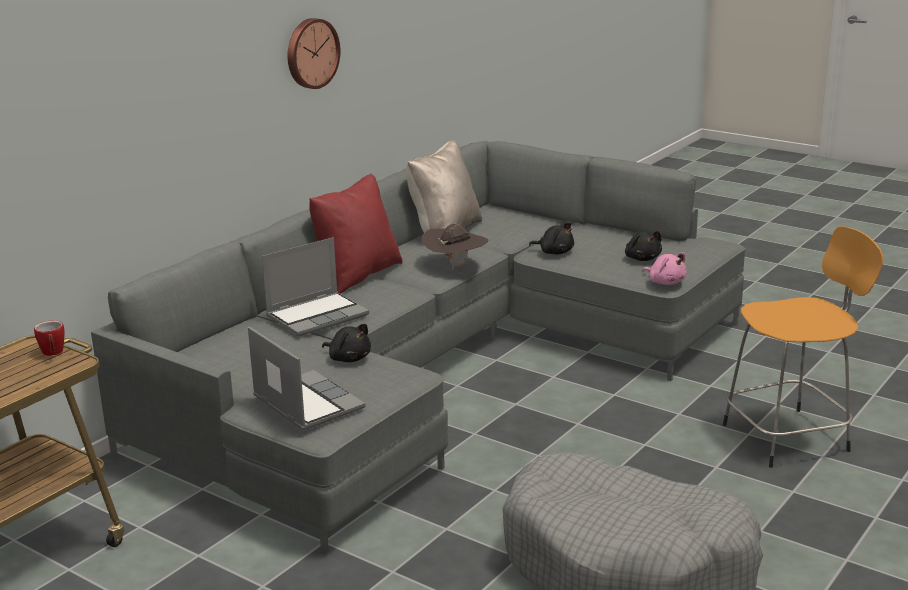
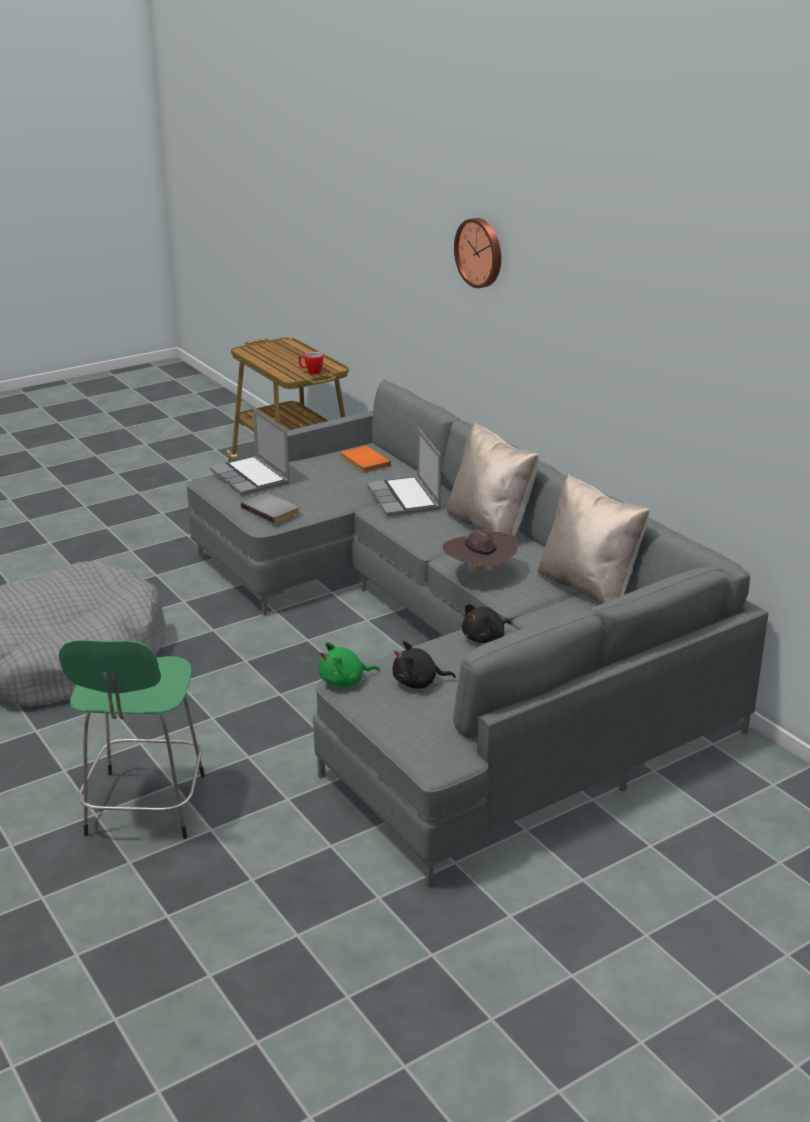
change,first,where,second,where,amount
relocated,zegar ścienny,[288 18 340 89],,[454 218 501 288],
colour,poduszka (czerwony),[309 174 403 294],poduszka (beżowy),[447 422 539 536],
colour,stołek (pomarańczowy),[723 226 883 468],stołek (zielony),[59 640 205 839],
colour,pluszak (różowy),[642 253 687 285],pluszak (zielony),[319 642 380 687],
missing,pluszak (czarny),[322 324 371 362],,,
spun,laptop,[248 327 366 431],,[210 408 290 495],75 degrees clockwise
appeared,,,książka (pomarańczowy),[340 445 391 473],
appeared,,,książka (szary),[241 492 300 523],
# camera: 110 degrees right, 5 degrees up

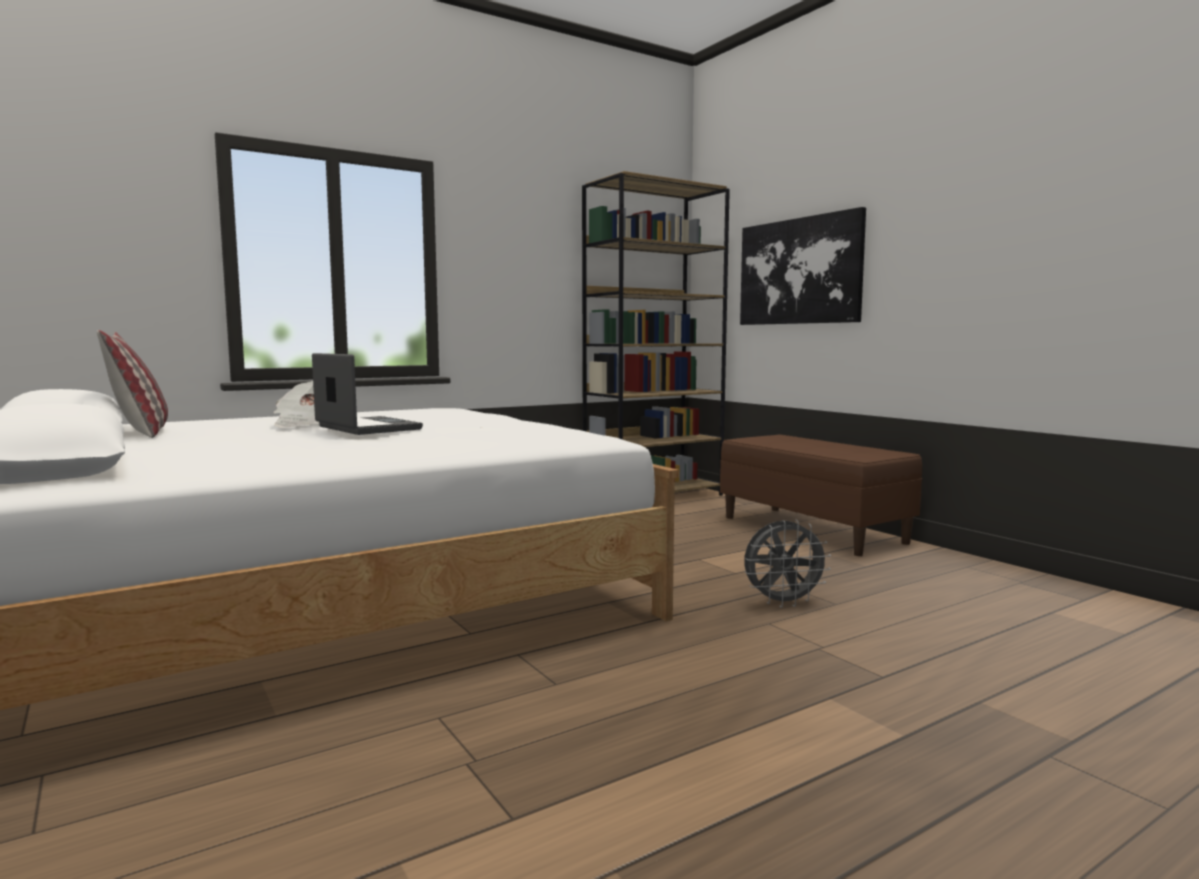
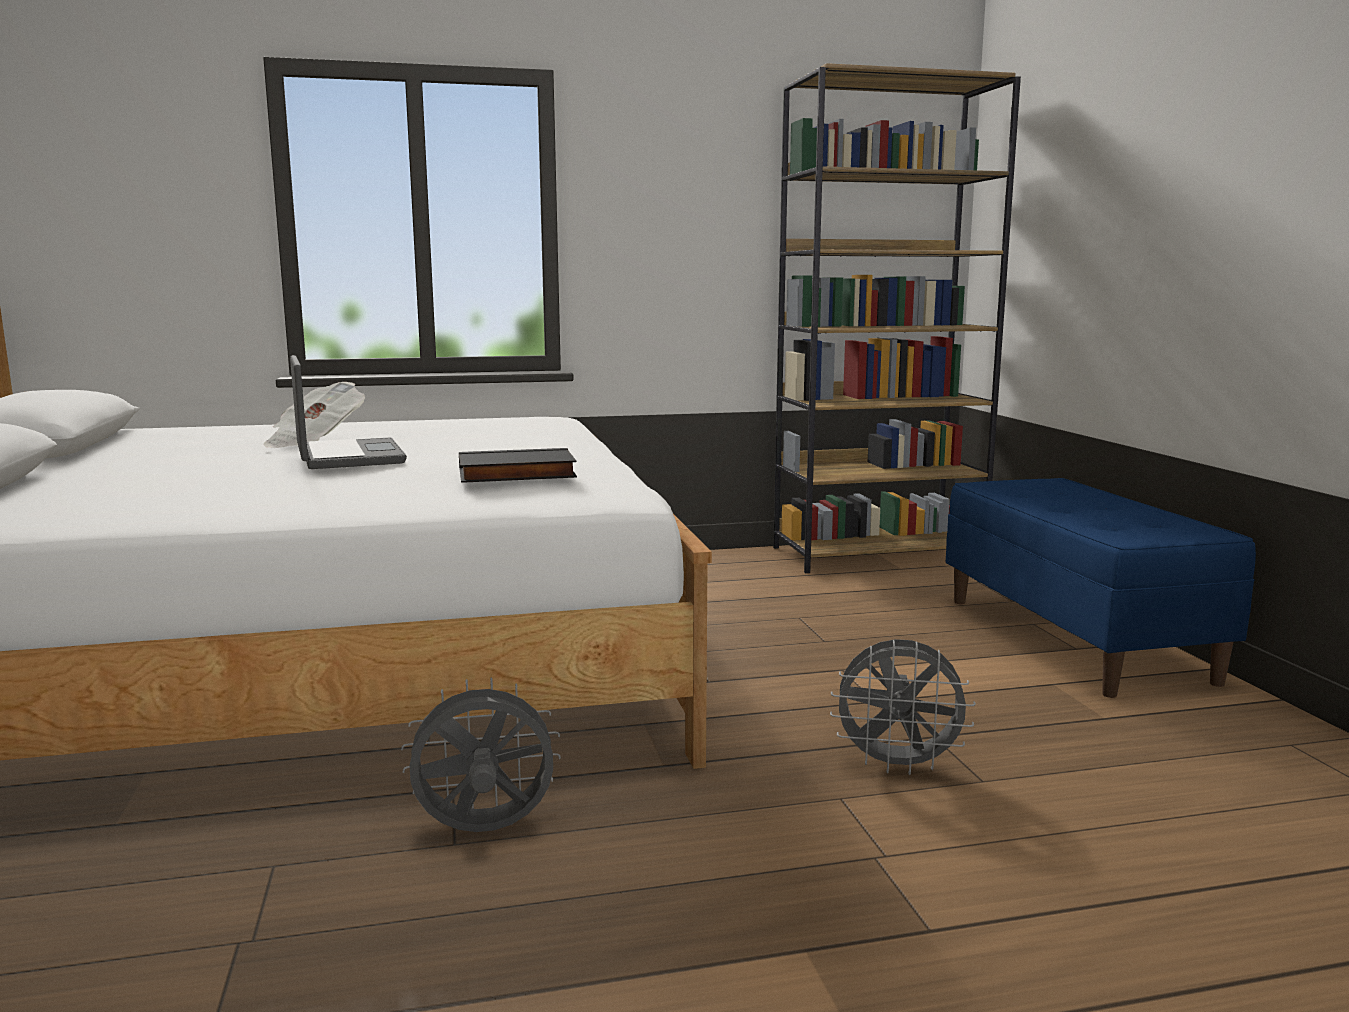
change,first,where,second,where,amount
missing,obraz,[740 207 866 325],,,
missing,poduszka,[97 330 168 438],,,
colour,ławka (brązowy),[720 434 922 556],ławka (niebieski),[946 478 1256 698],
appeared,,,książka (czarny),[459 448 577 483],
appeared,,,wentylator (szary),[401 678 561 832],
# camera: 20 degrees right, 5 degrees up

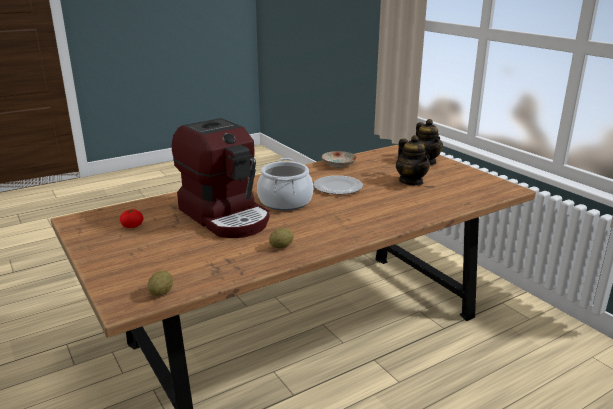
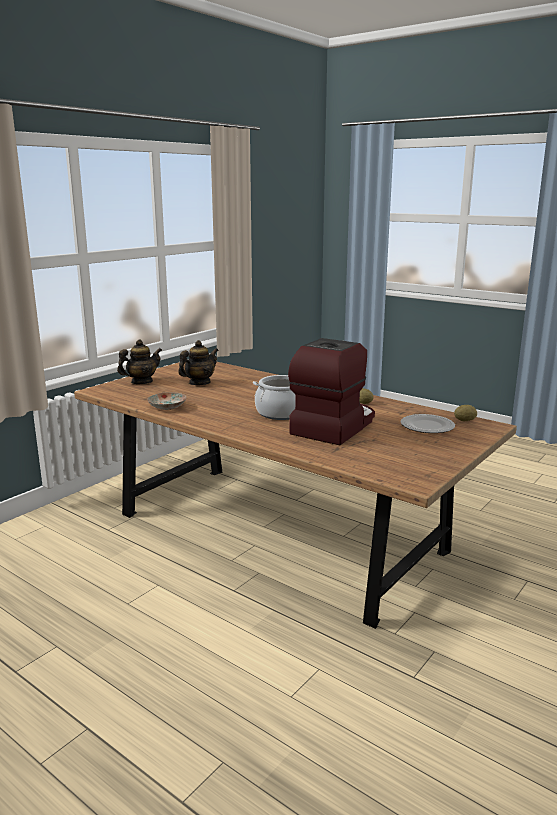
change,first,where,second,where,amount
relocated,talerz,[313 175 363 194],,[400 414 455 433],
missing,pomidor,[120 209 143 228],,,
# camera: 110 degrees left, 5 degrees down

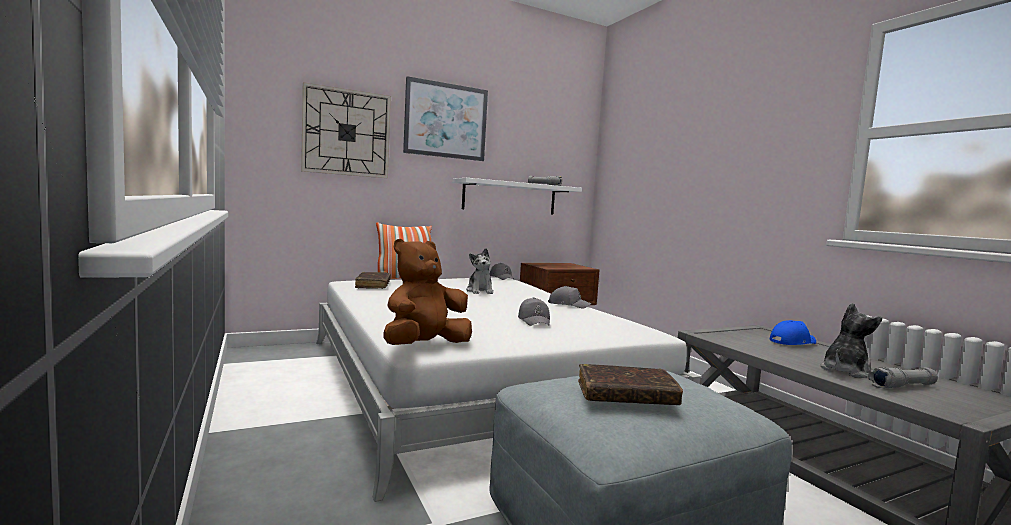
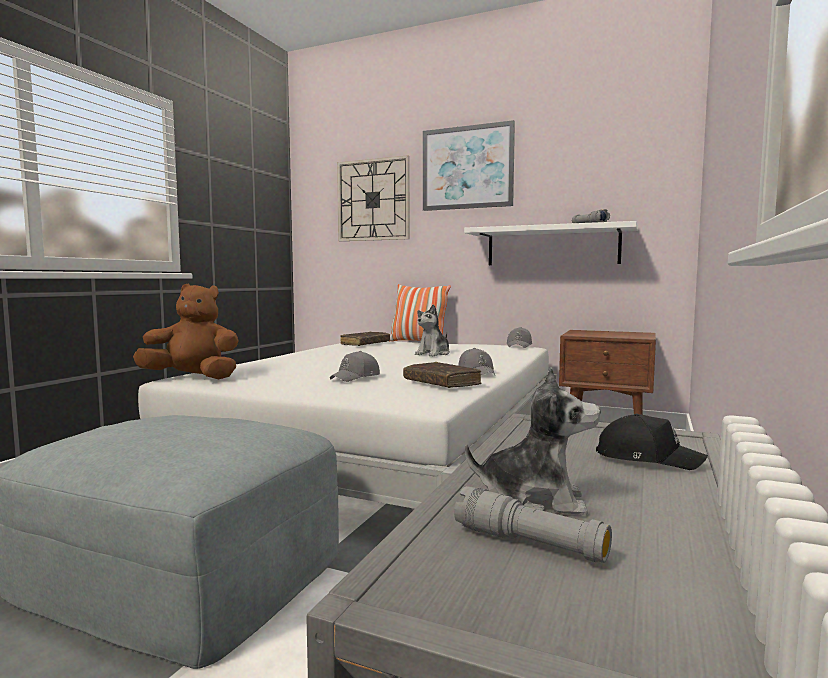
change,first,where,second,where,amount
colour,czapka z daszkiem (niebieski),[770 320 816 345],czapka z daszkiem (czarny),[596 414 708 470],
relocated,książka (brązowy),[578 364 683 405],,[403 362 481 388],
# camera: 50 degrees right, 0 degrees up

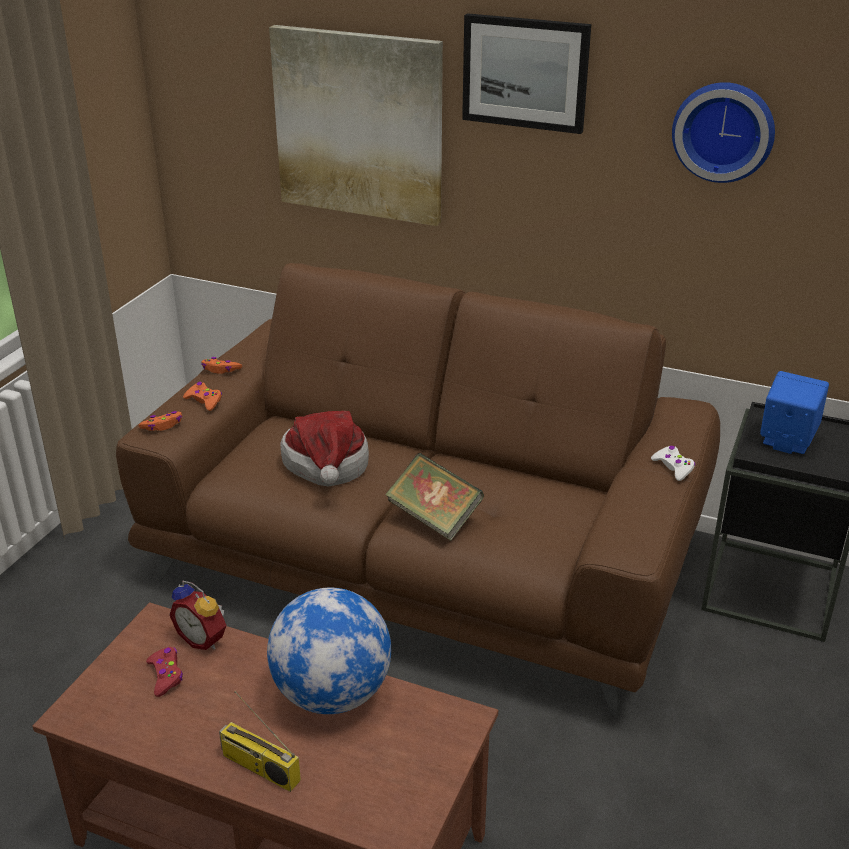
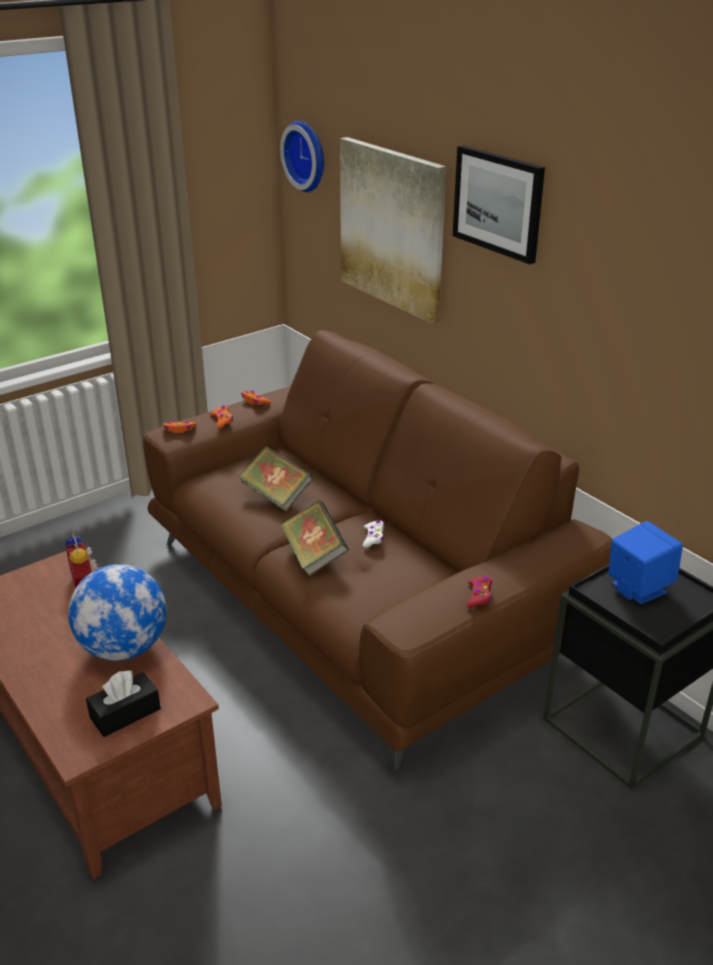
change,first,where,second,where,amount
relocated,zegar ścienny,[672 82 775 183],,[280 120 324 192],
exchanged,kapelusz,[280 411 369 487],książka,[239 446 313 511],
relocated,pad do gier (biały),[651 446 695 481],,[363 520 384 548],
relocated,pad do gier (czerwony),[146 647 183 697],,[466 576 492 608],
missing,radio,[219 691 301 792],,,
appeared,,,pudełko chusteczek (czarny),[86 671 161 737],
# camera: 30 degrees right, 0 degrees up

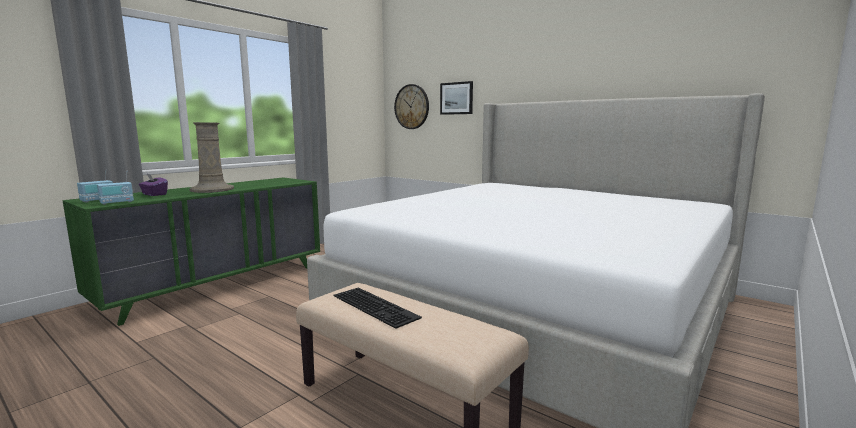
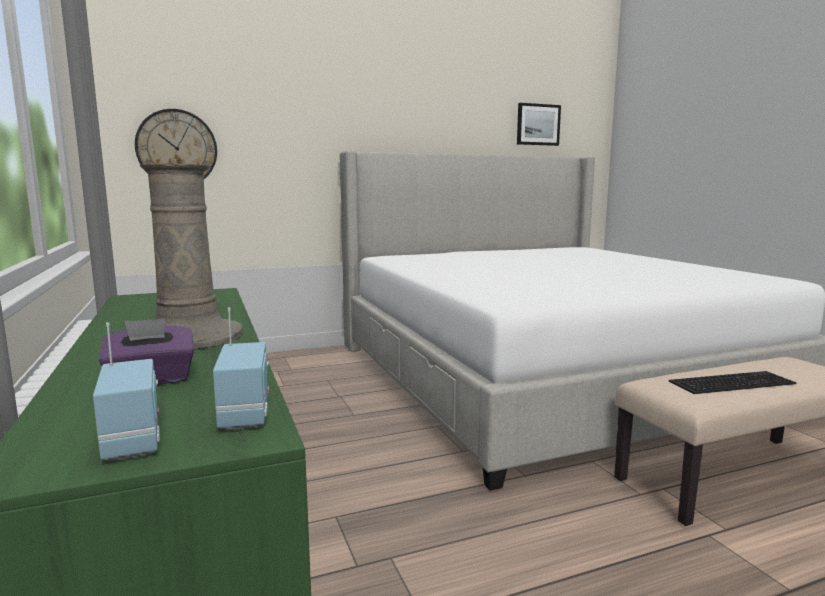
change,first,where,second,where,amount
relocated,obraz,[440 81 473 115],,[517 103 561 146],
# camera: 60 degrees left, 0 degrees up

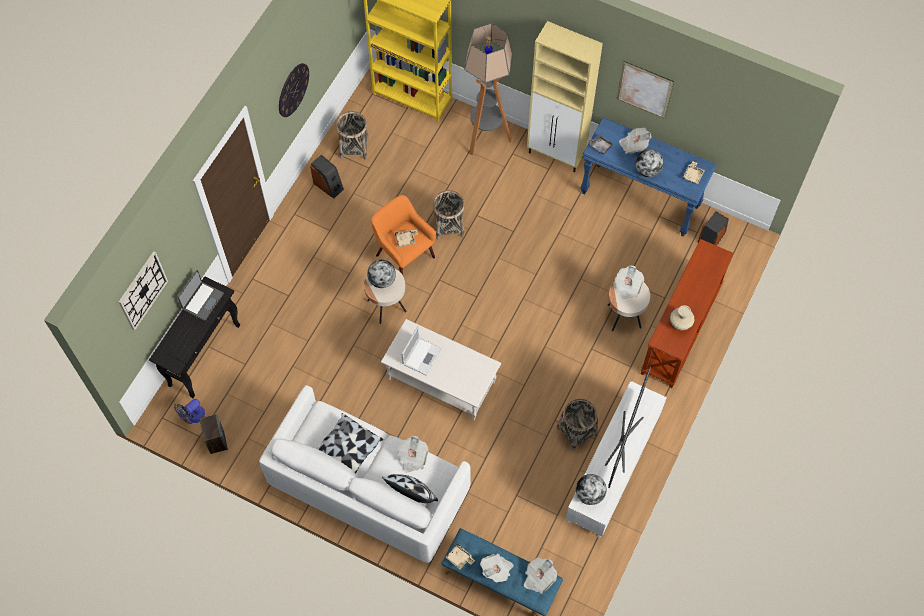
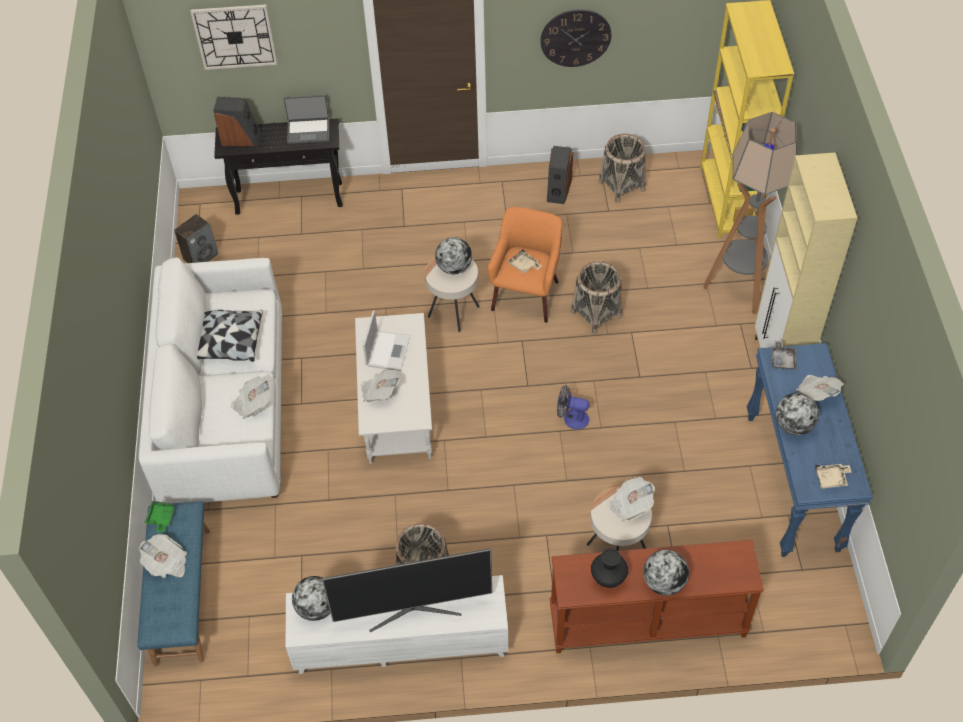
change,first,where,second,where,amount
missing,obraz,[617 61 674 119],,,
relocated,głośnik,[698 211 729 246],,[213 97 261 147],
colour,wazon (beżowy),[670 305 694 330],wazon (czarny),[591 549 628 588],
spun,laptop,[401 326 442 376],,[363 310 410 371],75 degrees counterclockwise
relocated,wentylator,[174 399 205 424],,[557 385 590 429],
missing,poduszka,[382 474 438 503],,,
colour,taca (beżowy),[446 543 475 569],taca (zielony),[144 501 175 532],
relocated,gazeta,[524 557 557 594],,[361 370 399 402],
appeared,,,globus,[643 550 689 595],
# camera: 60 degrees right, 10 degrees down

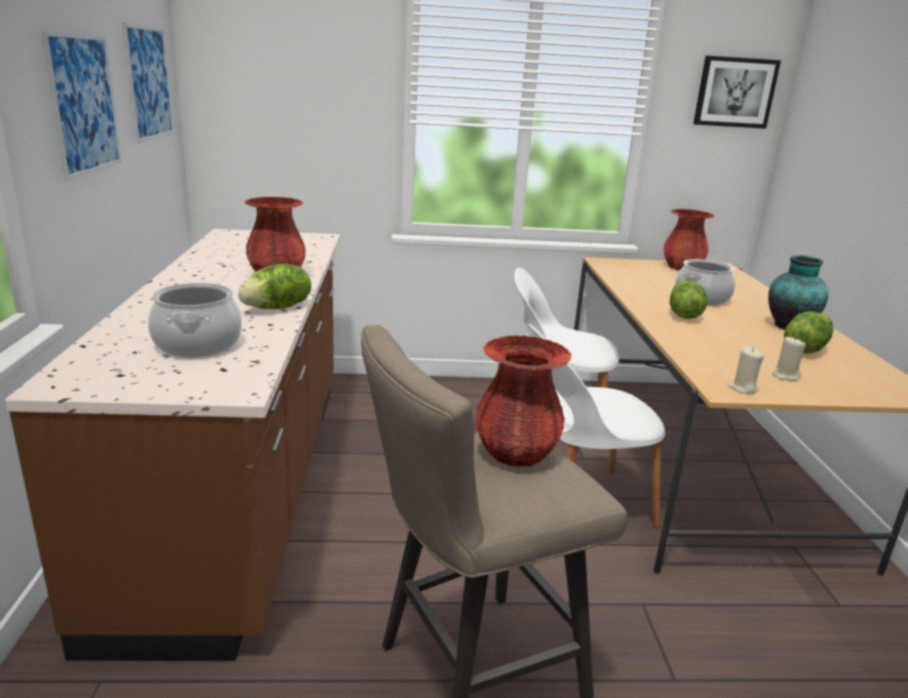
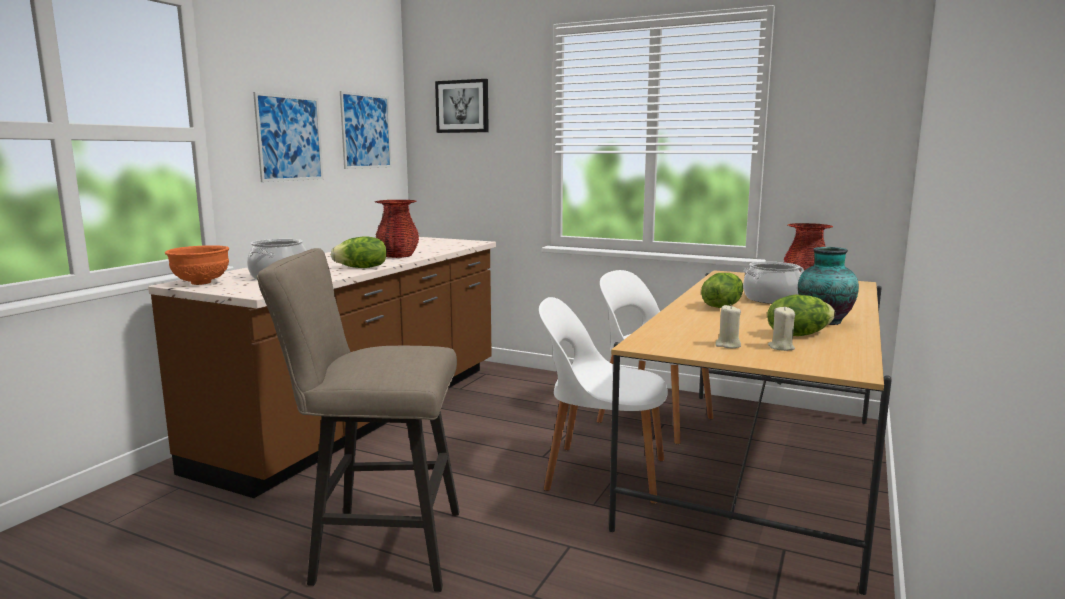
change,first,where,second,where,amount
relocated,obraz,[693 56 781 129],,[435 79 489 133],
missing,wazon (czerwony),[476 336 572 467],,,
relocated,świeca (beżowy),[728 347 764 394],,[768 306 795 351],
appeared,,,miska (pomarańczowy),[165 245 229 285],
# camera: 30 degrees right, 10 degrees down

